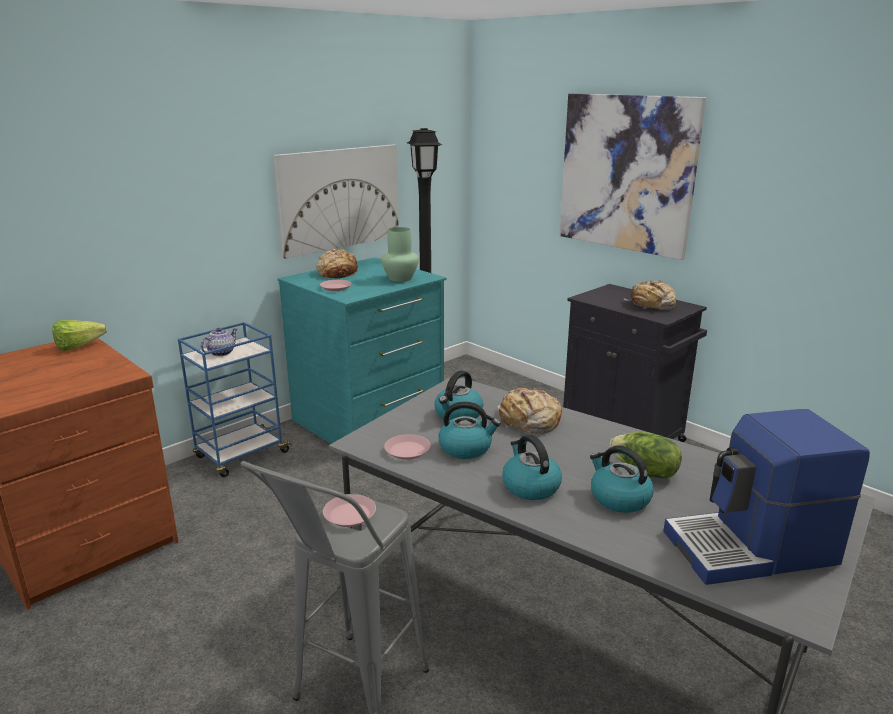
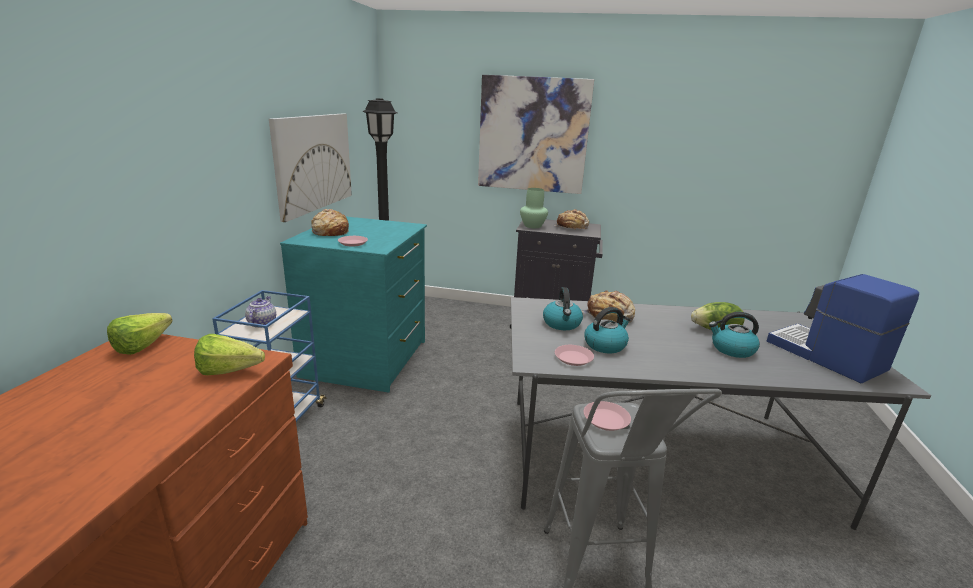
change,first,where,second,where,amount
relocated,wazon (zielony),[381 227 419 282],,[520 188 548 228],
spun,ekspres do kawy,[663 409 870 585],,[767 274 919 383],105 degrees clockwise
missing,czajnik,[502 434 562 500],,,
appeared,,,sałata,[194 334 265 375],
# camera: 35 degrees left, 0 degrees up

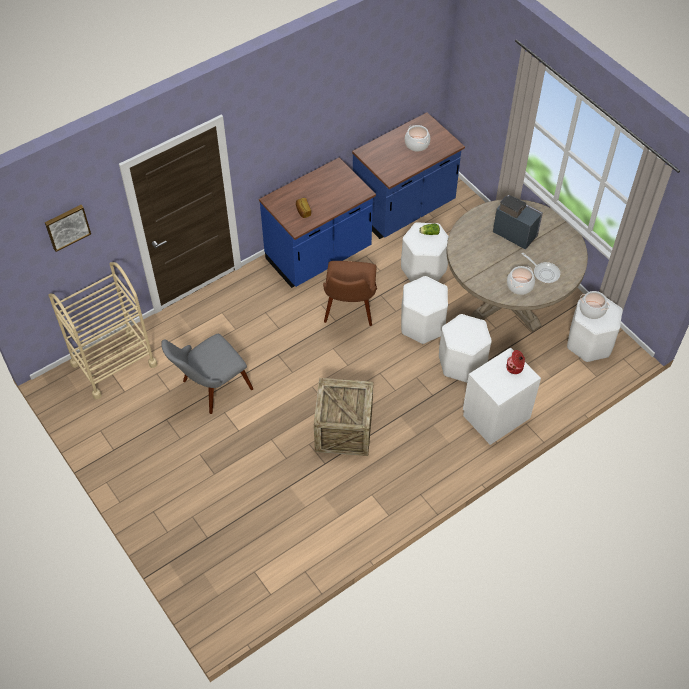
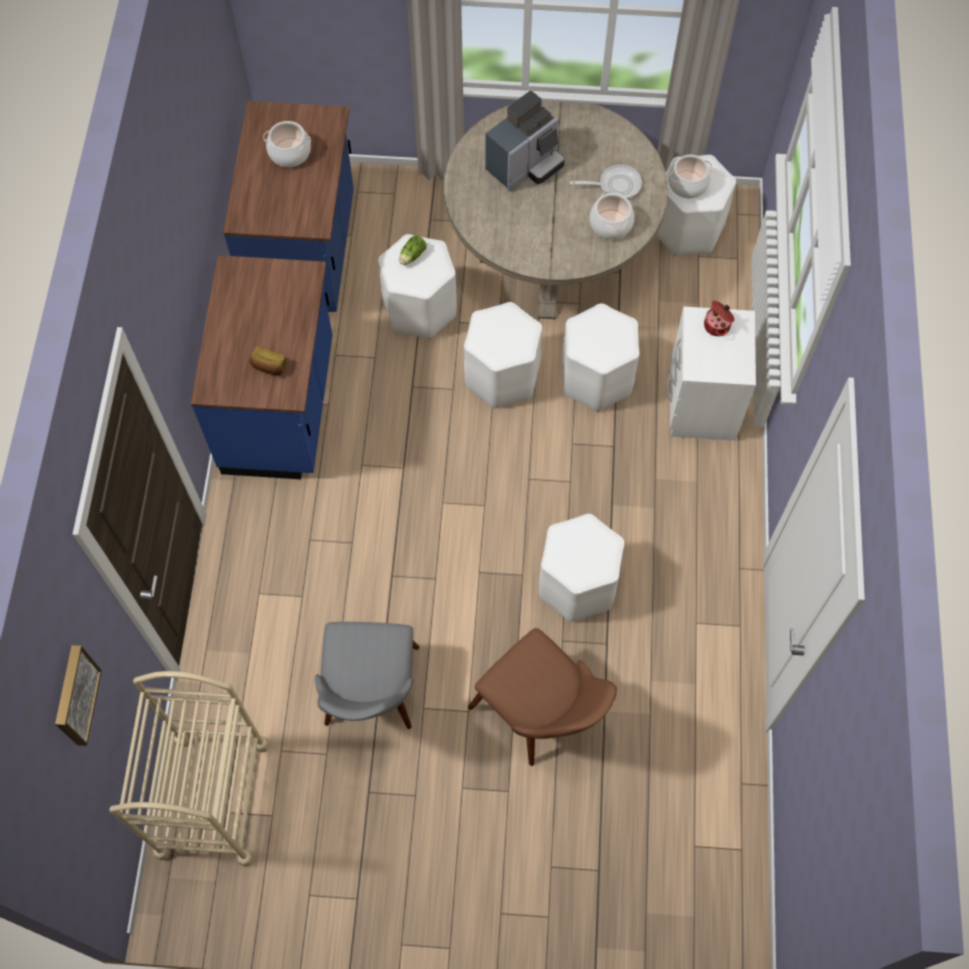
change,first,where,second,where,amount
spun,ekspres do kawy,[493 195 543 250],,[486 91 565 191],150 degrees clockwise
relocated,krzesło (brązowy),[323 261 377 326],,[468 628 617 766],
exchanged,skrzynka,[314 378 373 456],stołek (biały),[539 514 624 622],
# camera: 50 degrees left, 10 degrees up

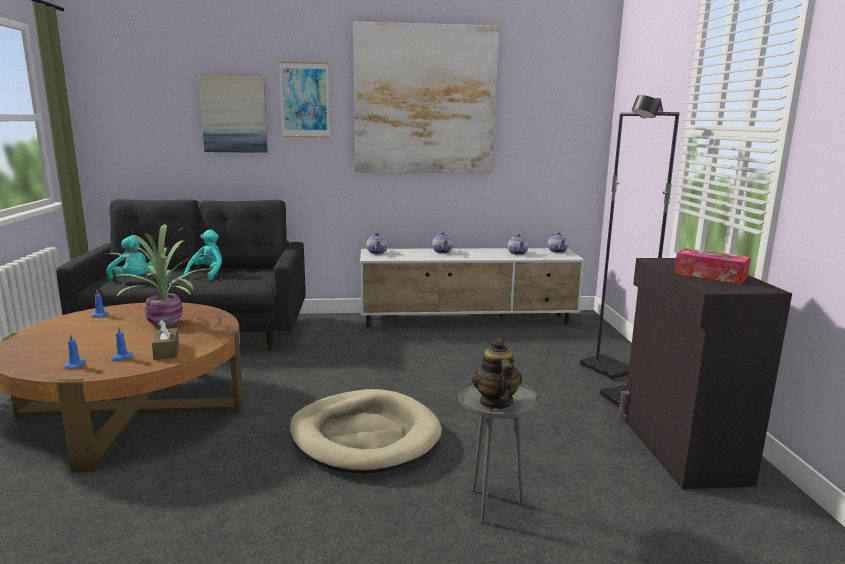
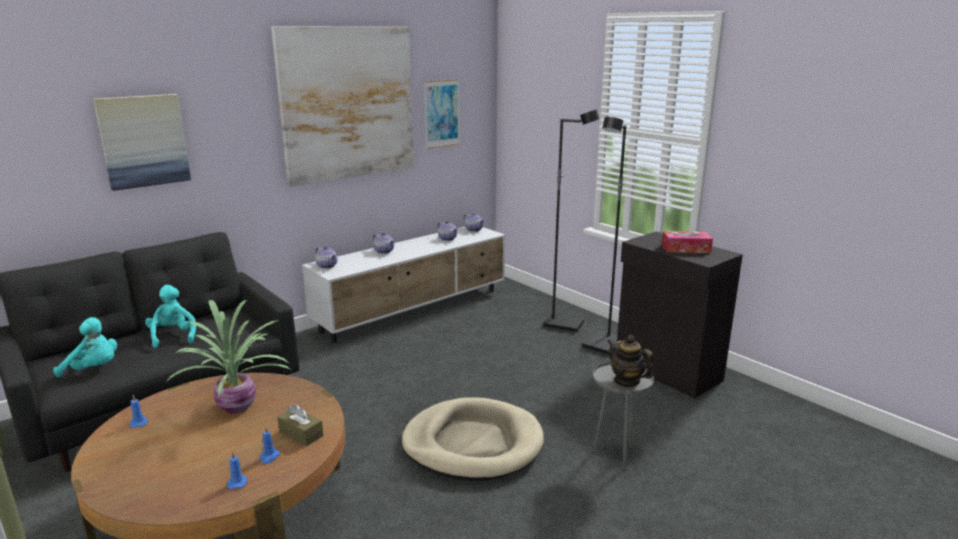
change,first,where,second,where,amount
relocated,obraz,[279 62 330 138],,[424 79 460 149],
# camera: 35 degrees left, 5 degrees up

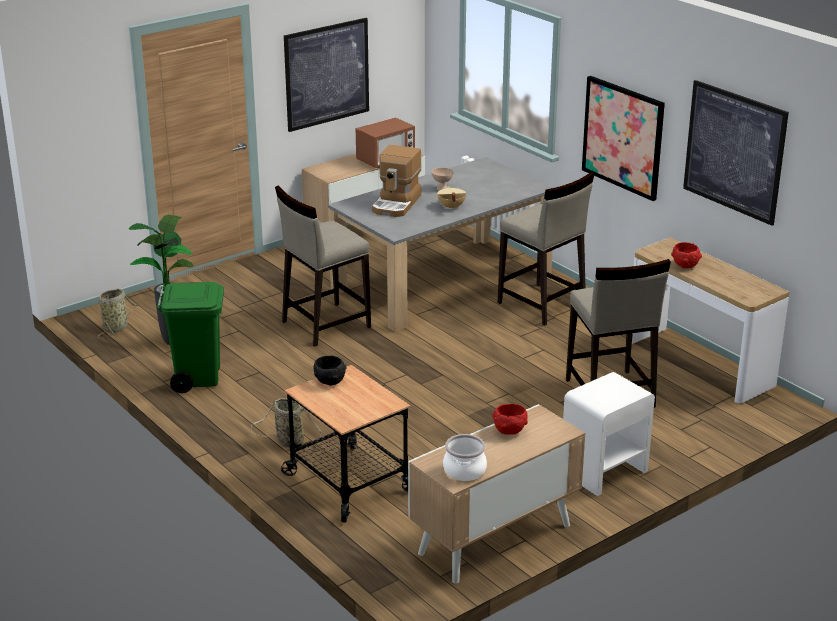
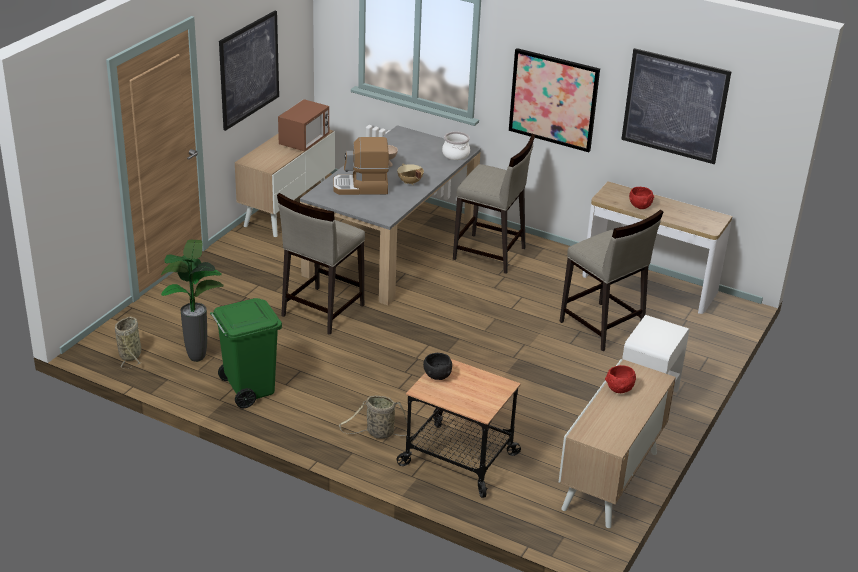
change,first,where,second,where,amount
spun,ekspres do kawy,[372 145 422 217],,[333 137 389 195],90 degrees clockwise
relocated,garnek,[443 434 487 481],,[442 131 470 160],
# camera: 25 degrees left, 5 degrees up

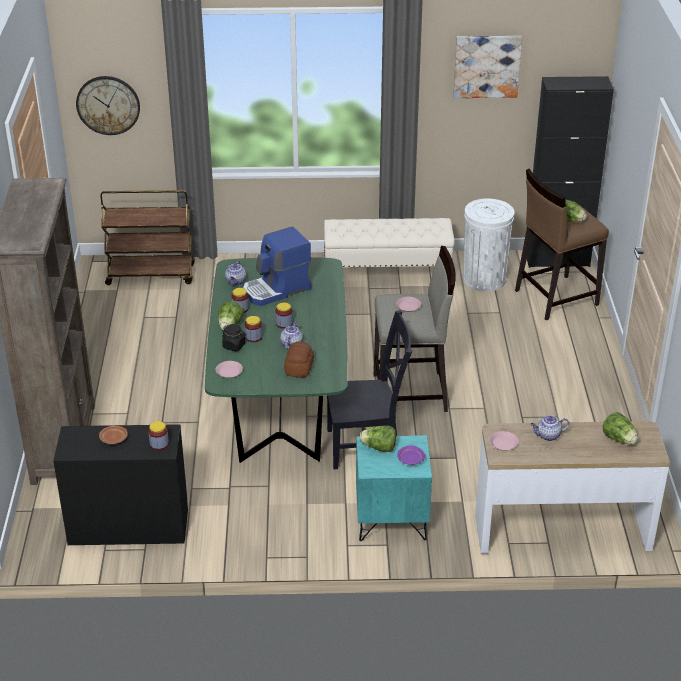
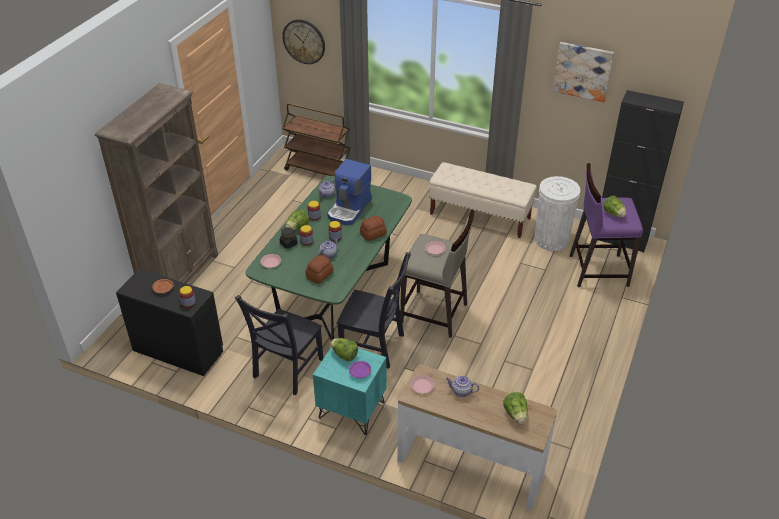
change,first,where,second,where,amount
colour,stołek (brązowy),[515 169 609 320],stołek (fioletowy),[570 163 643 287],
spun,ekspres do kawy,[243 226 311 306],,[327 159 372 225],60 degrees counterclockwise
appeared,,,chleb,[360 216 387 241],
appeared,,,krzesło (czarny),[235 295 324 395],
# camera: 25 degrees right, 5 degrees up

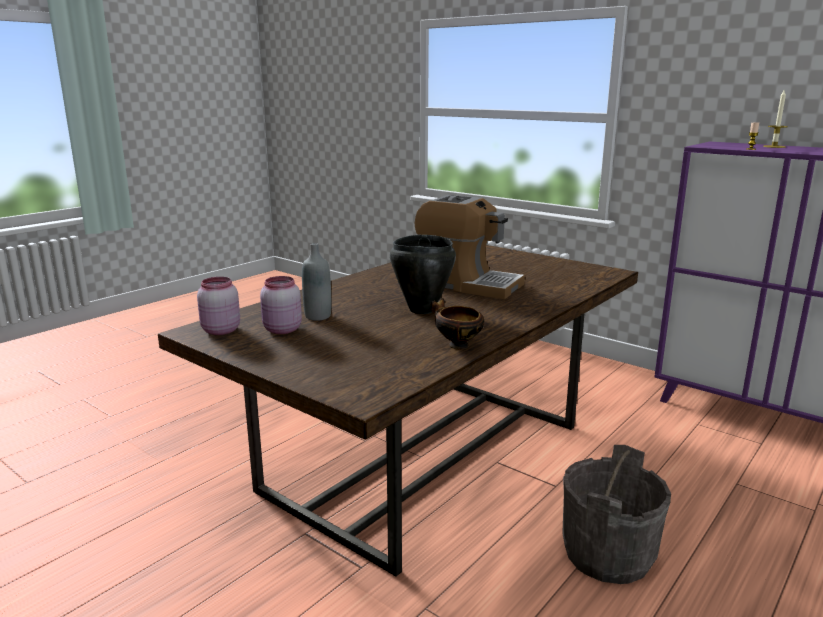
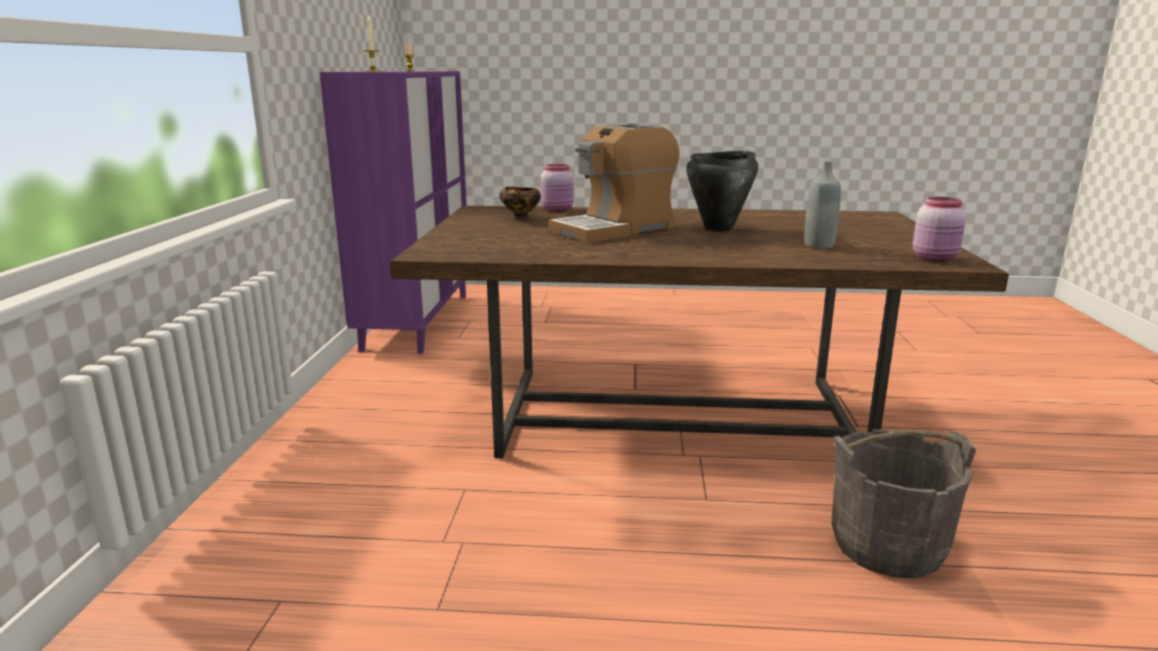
change,first,where,second,where,amount
spun,ekspres do kawy,[415 195 525 299],,[549 123 679 243],120 degrees counterclockwise
relocated,słoik (różowy),[260 276 302 334],,[541 164 574 212],
relocated,miska,[431 298 484 349],,[499 187 541 220],
relocated,wiadro (szary),[562 445 671 584],,[832 429 976 578],
# camera: 125 degrees left, 0 degrees up

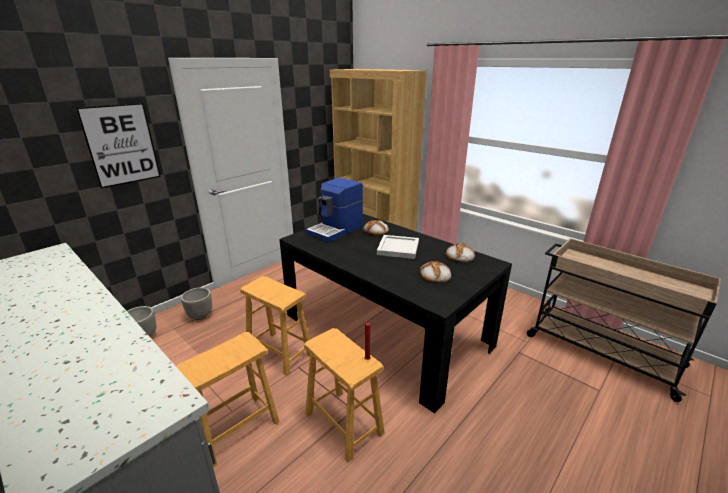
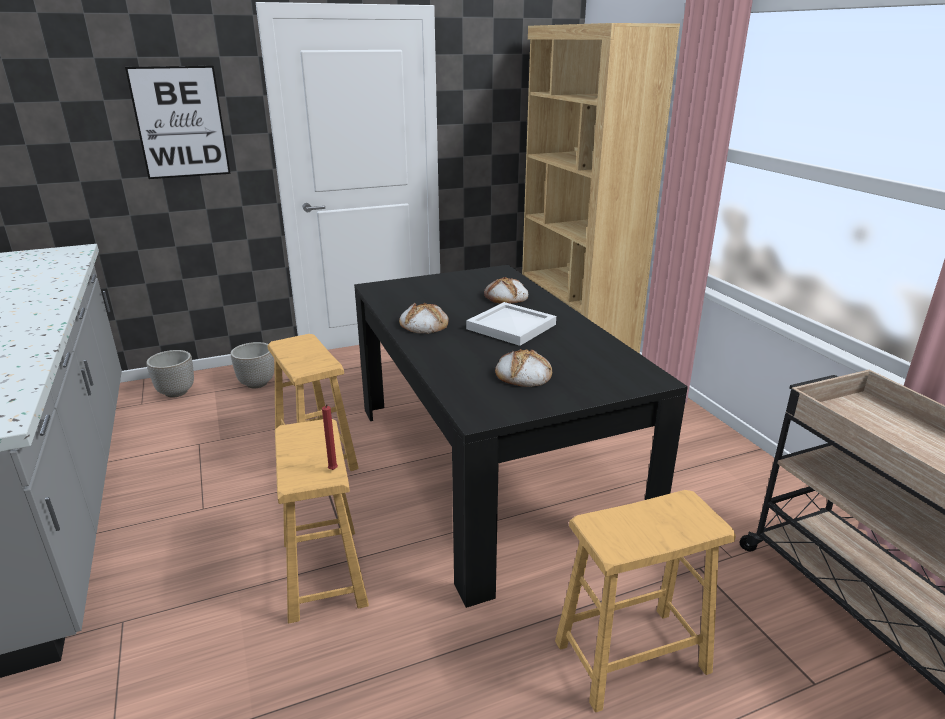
change,first,where,second,where,amount
missing,ekspres do kawy,[306 178 363 243],,,
relocated,chleb,[446 243 475 262],,[399 302 449 334],
relocated,stołek (brązowy),[176 332 279 467],,[555 490 736 712],
# camera: 25 degrees right, 0 degrees up

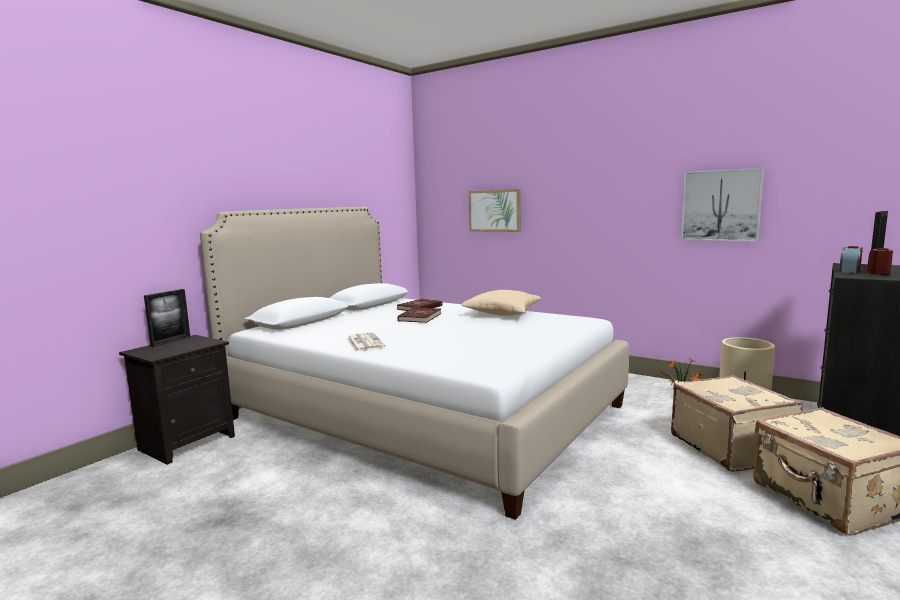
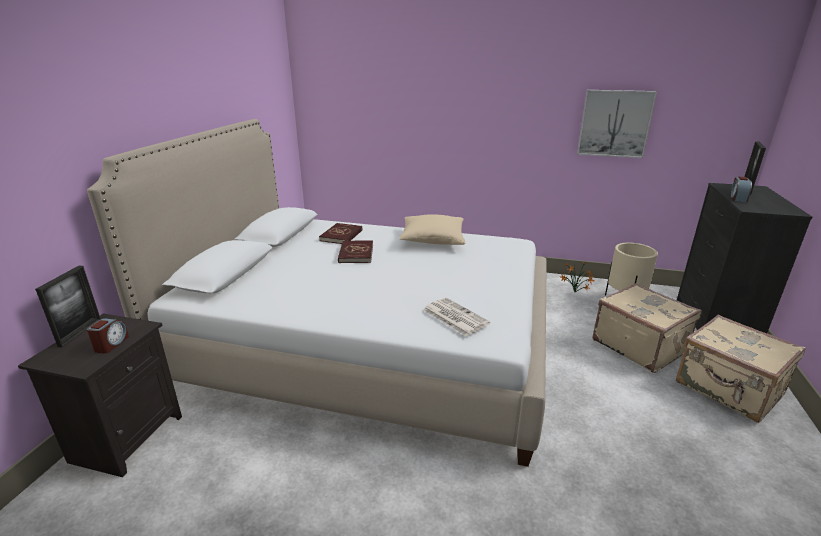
change,first,where,second,where,amount
missing,obraz,[469 189 521 232],,,
relocated,budzik,[867 248 893 275],,[87 318 129 354],
relocated,gazeta,[346 332 386 352],,[424 297 490 336],
# camera: 20 degrees left, 15 degrees up

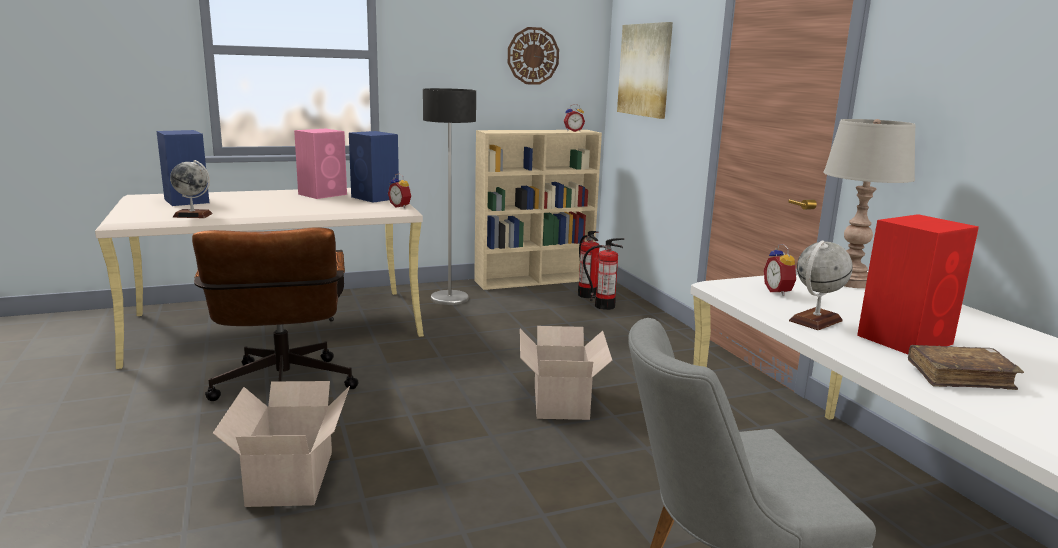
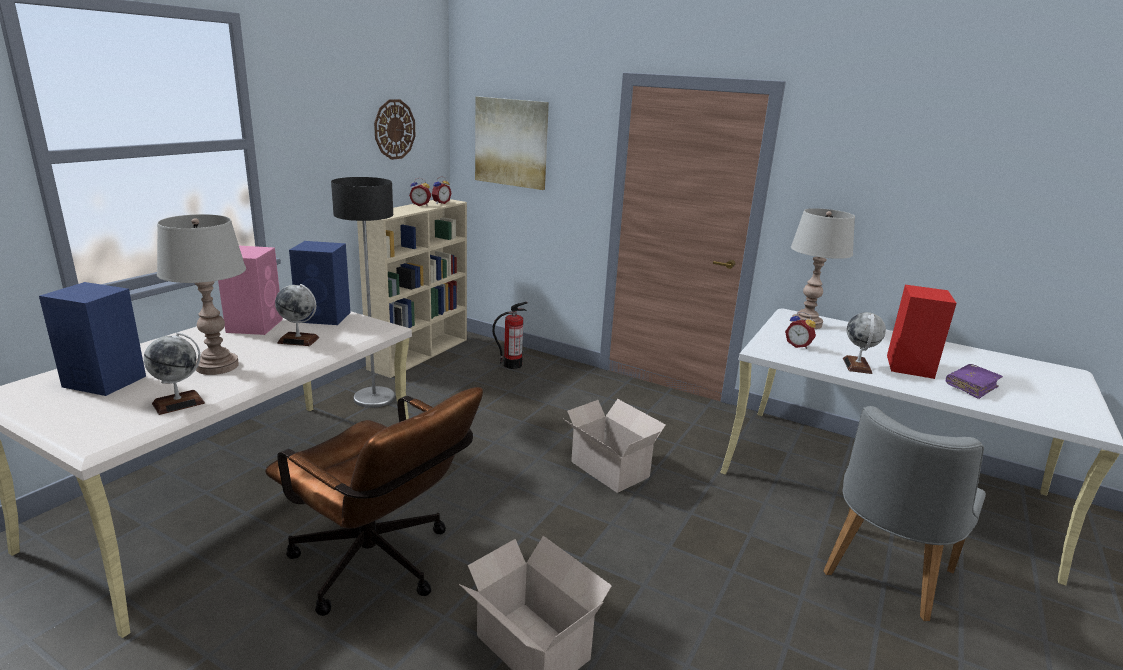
change,first,where,second,where,amount
relocated,budzik,[388 174 411 208],,[409 178 431 206],
missing,gaśnica,[578 231 599 298],,,
colour,książka (brązowy),[908 345 1024 390],książka (fioletowy),[946 364 1003 399],
appeared,,,lampa stołowa (szary),[157 214 246 375],
appeared,,,globus,[275 284 319 346],
# camera: 40 degrees left, 5 degrees up

